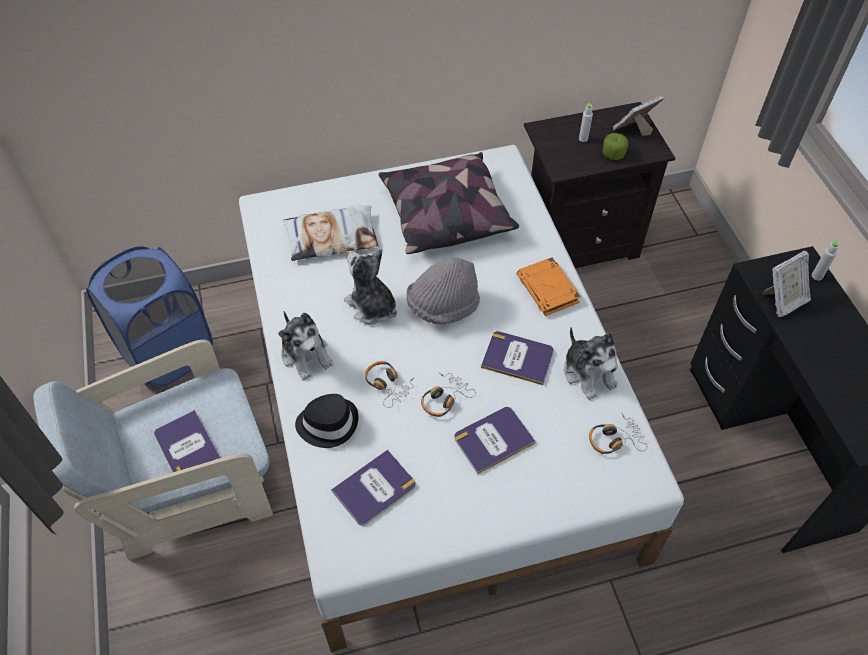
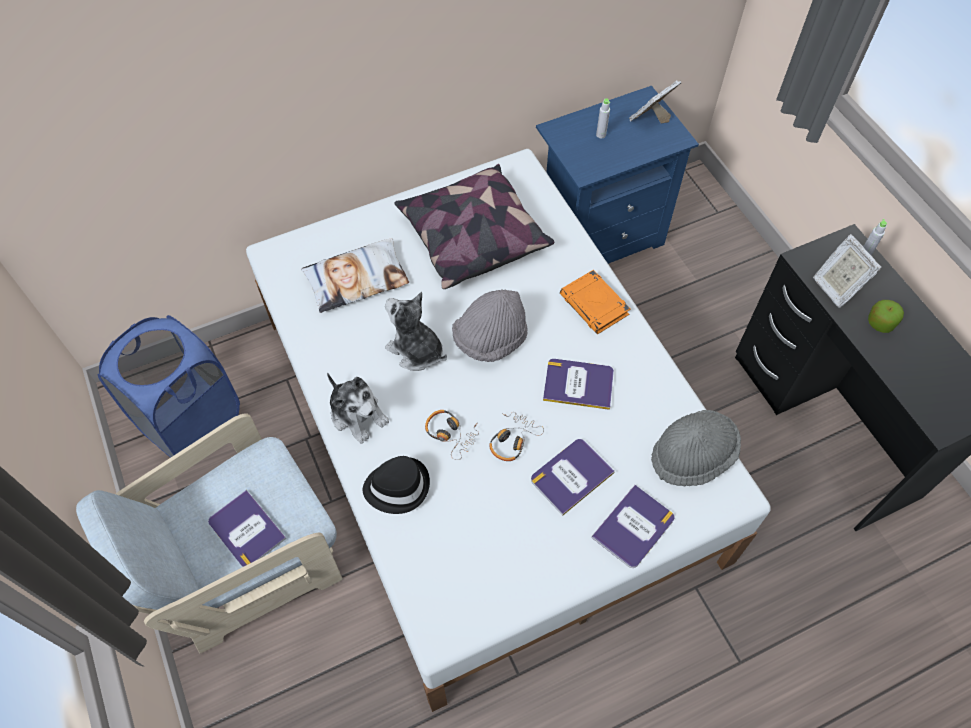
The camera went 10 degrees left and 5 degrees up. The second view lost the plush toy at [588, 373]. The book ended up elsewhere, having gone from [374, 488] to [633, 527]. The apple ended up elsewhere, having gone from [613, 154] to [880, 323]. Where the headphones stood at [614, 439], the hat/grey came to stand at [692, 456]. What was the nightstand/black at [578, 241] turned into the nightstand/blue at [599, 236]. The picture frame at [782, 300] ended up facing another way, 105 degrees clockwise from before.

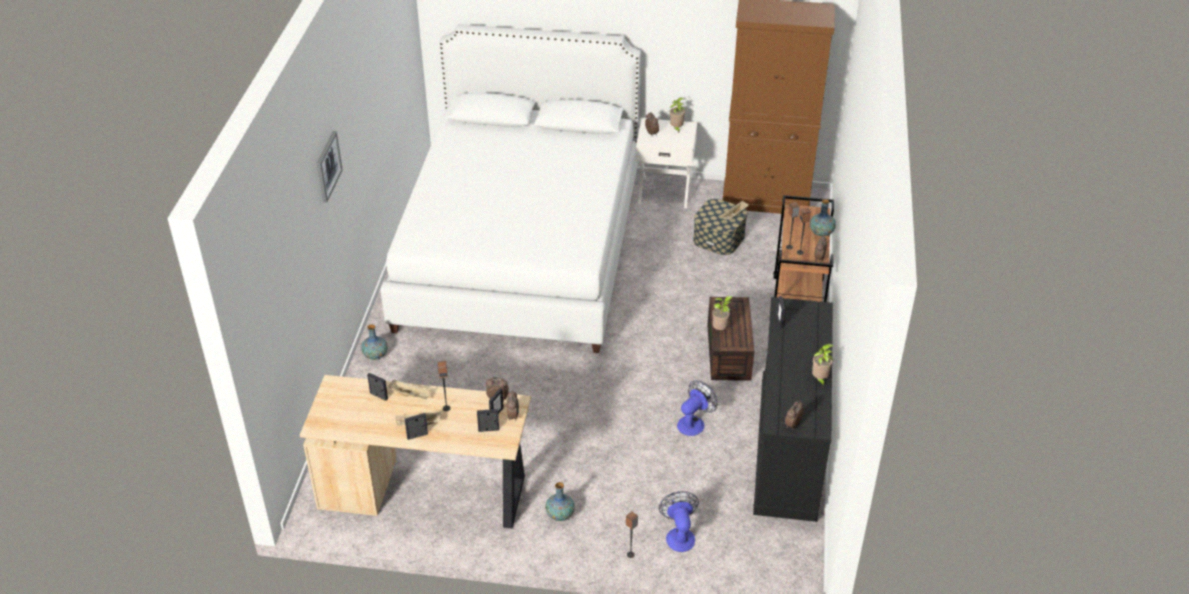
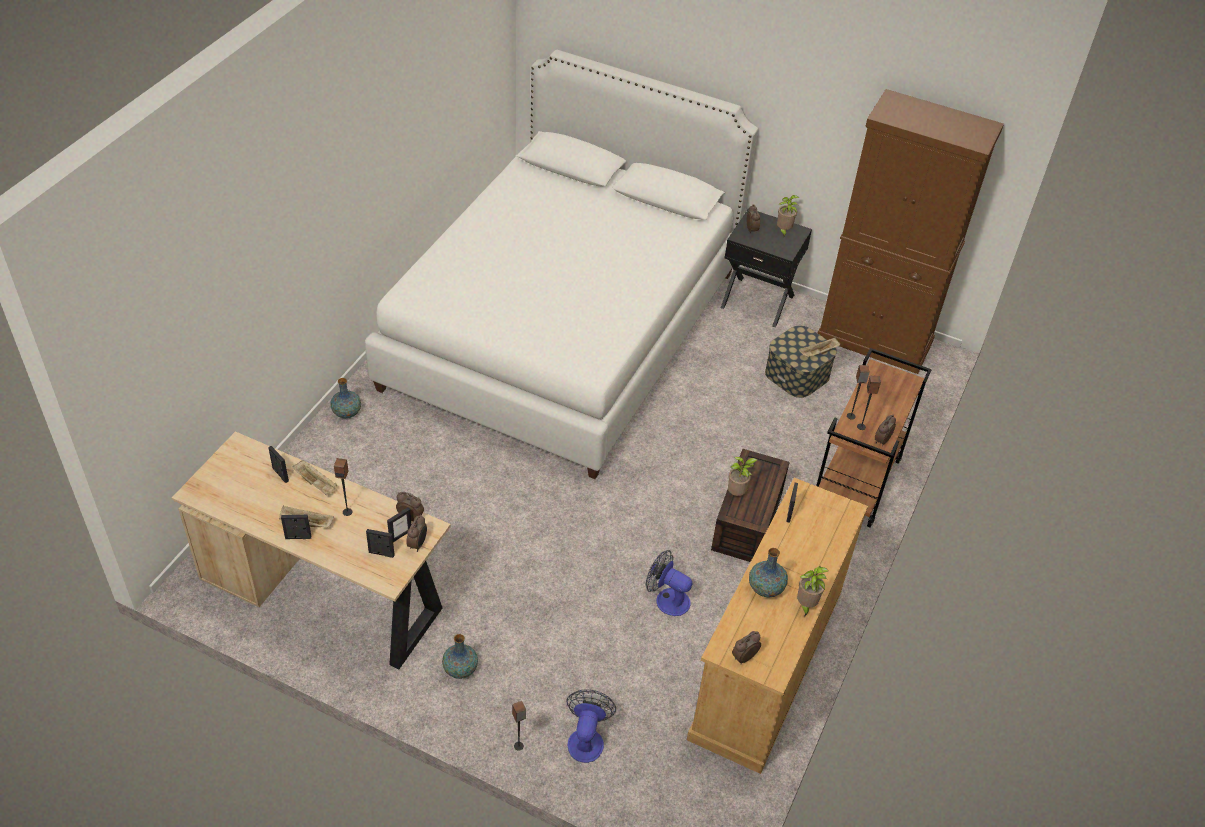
The camera went 15 degrees right and 5 degrees up. The second view lost the picture at [328, 166]. The vase ended up elsewhere, having gone from [821, 232] to [766, 588]. What was the nightstand/white at [664, 191] turned into the nightstand/black at [758, 300]. What was the dresser/black at [788, 447] turned into the dresser/beige at [767, 664]. The fan at [694, 422] ended up facing another way, 120 degrees counterclockwise from before.

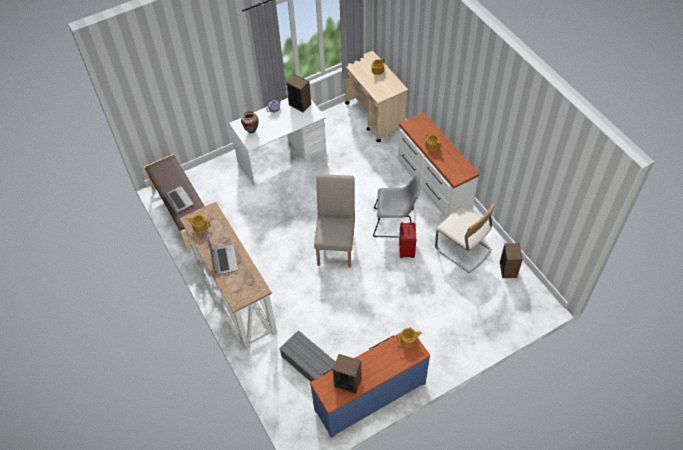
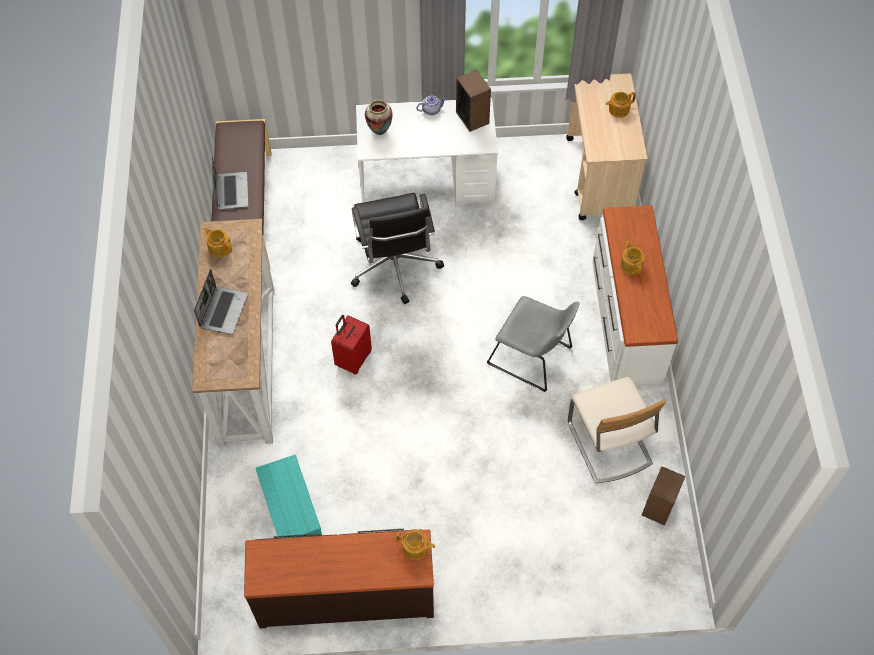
The camera went 25 degrees right and 5 degrees up. The second view lost the chair/beige at [336, 245]. The second view lost the speaker at [347, 382]. The second view gained the office chair/black at [395, 267]. The suitcase/red ended up elsewhere, having gone from [405, 250] to [353, 359]. What was the storage box/grey at [310, 363] turned into the storage box/turquoise at [292, 509]. What was the dresser/blue at [369, 395] turned into the dresser/brown at [346, 594].

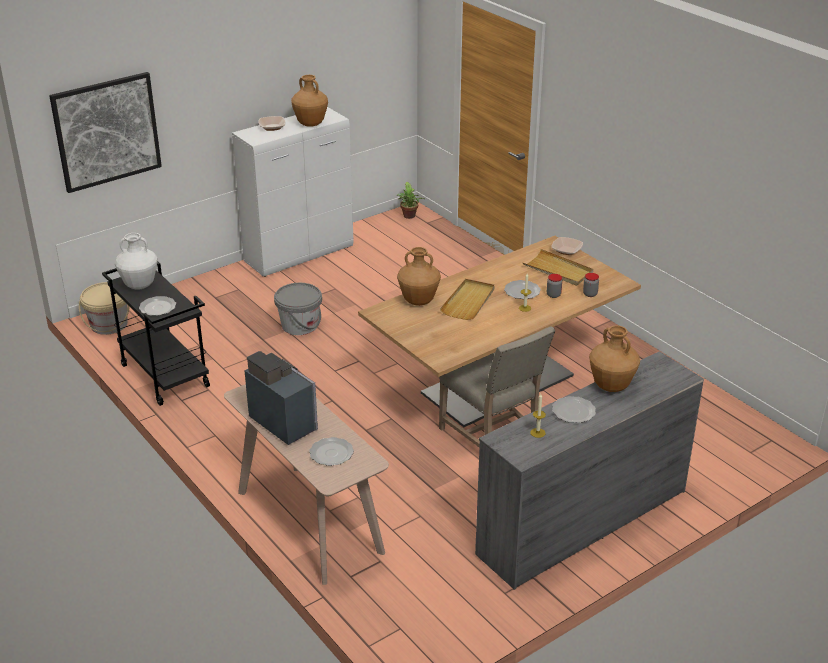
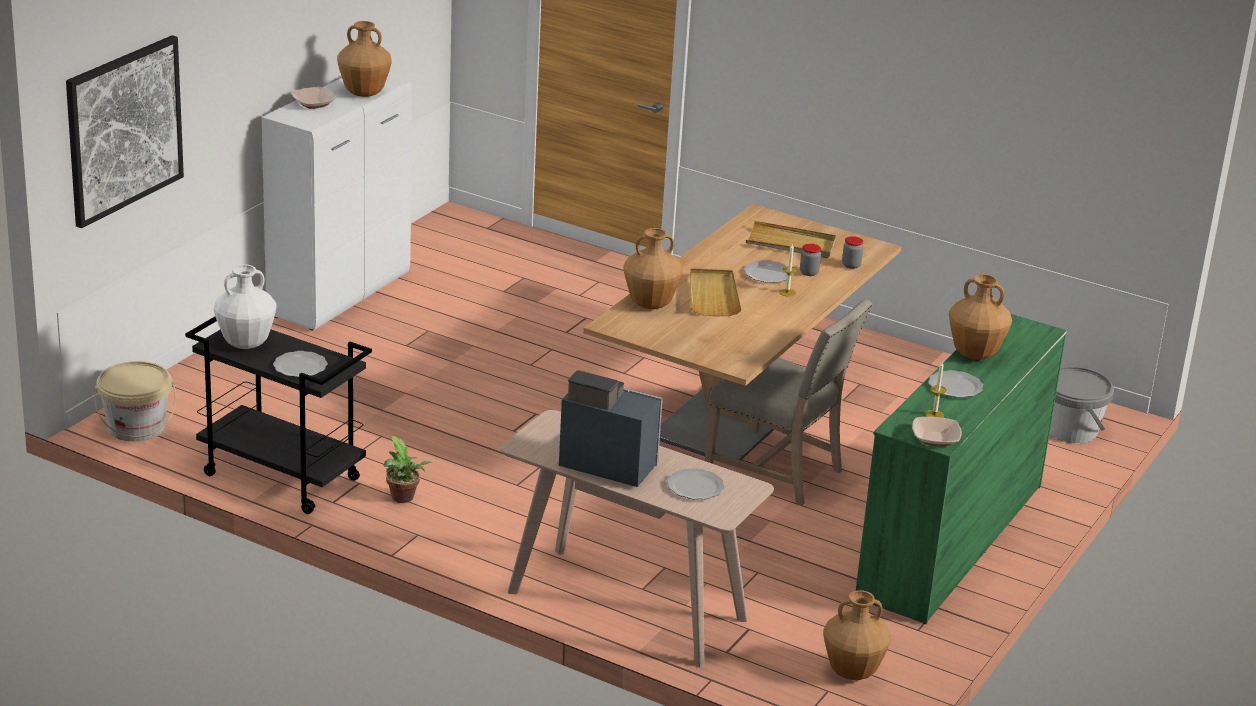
The camera went 25 degrees left and 5 degrees down. The second view gained the vase/brown at [851, 672]. The bucket/grey ended up elsewhere, having gone from [300, 325] to [1070, 430]. The potted plant ended up elsewhere, having gone from [409, 216] to [404, 499]. The bowl ended up elsewhere, having gone from [566, 250] to [935, 439]. What was the dresser/grey at [581, 522] turned into the dresser/green at [949, 540].

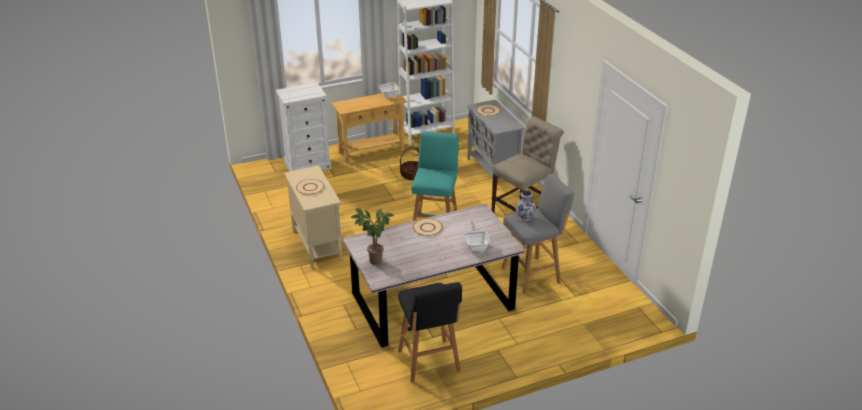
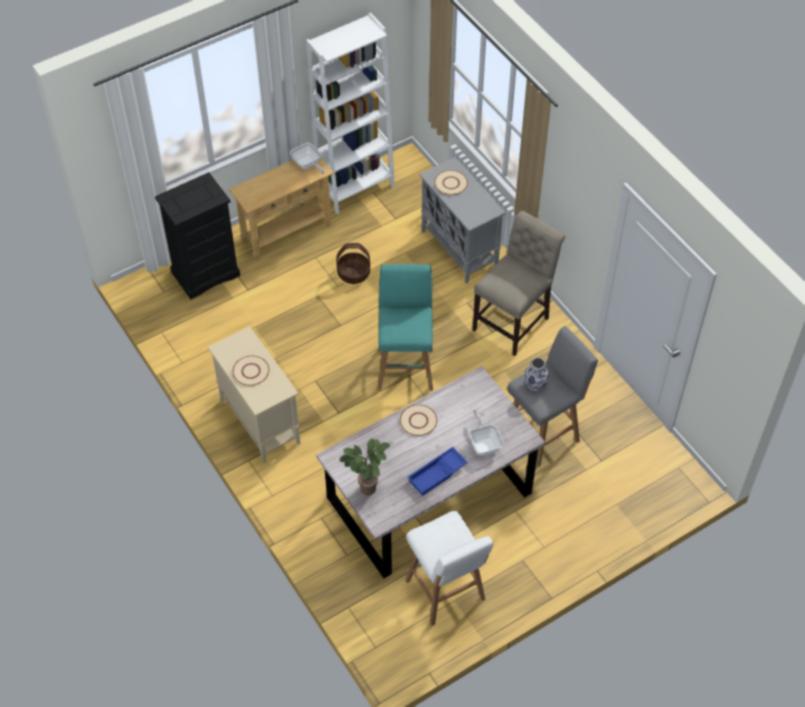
The camera went 10 degrees left and 20 degrees up. The second view gained the tray/blue at [437, 474]. What was the dresser/white at [308, 165] turned into the dresser/black at [206, 273]. What was the stool/black at [429, 362] turned into the stool/white at [446, 592].

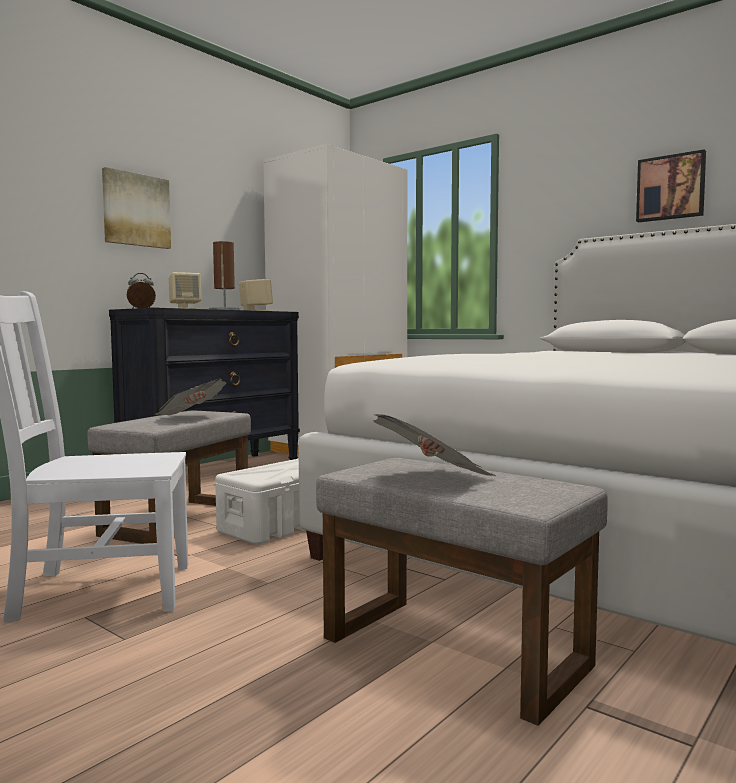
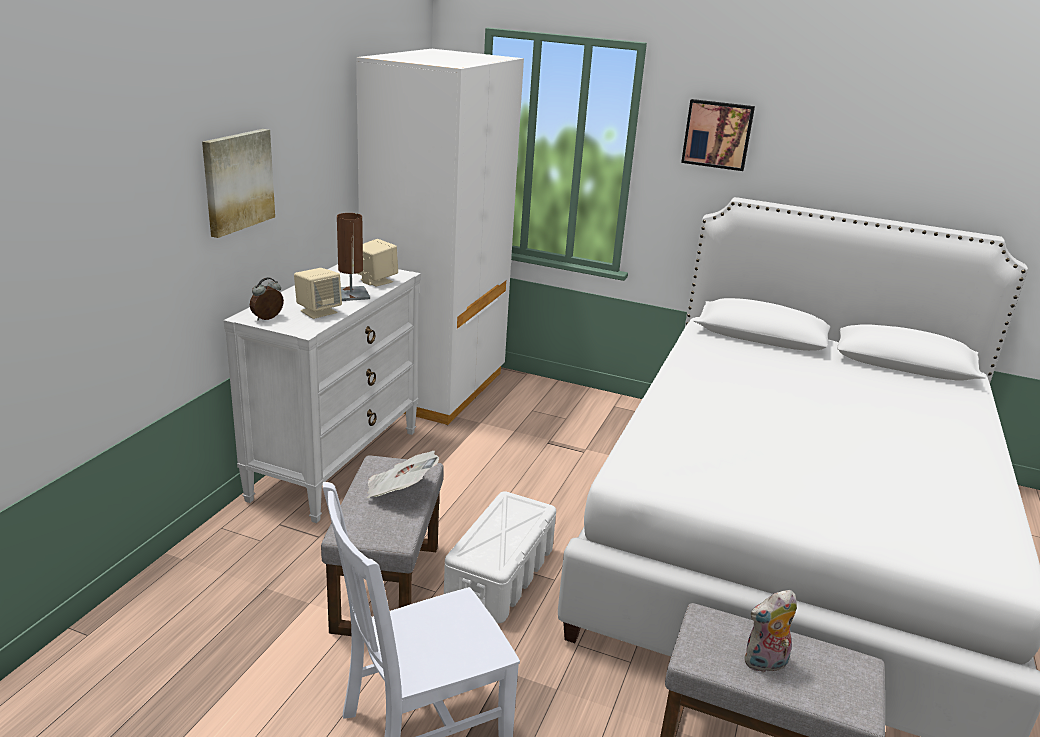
The camera went 20 degrees left and 20 degrees up. The picture ended up elsewhere, having gone from [671, 187] to [717, 134]. Where the newspaper stood at [434, 479], the plush toy came to stand at [765, 664]. What was the dresser/black at [214, 471] turned into the dresser/white at [336, 463].

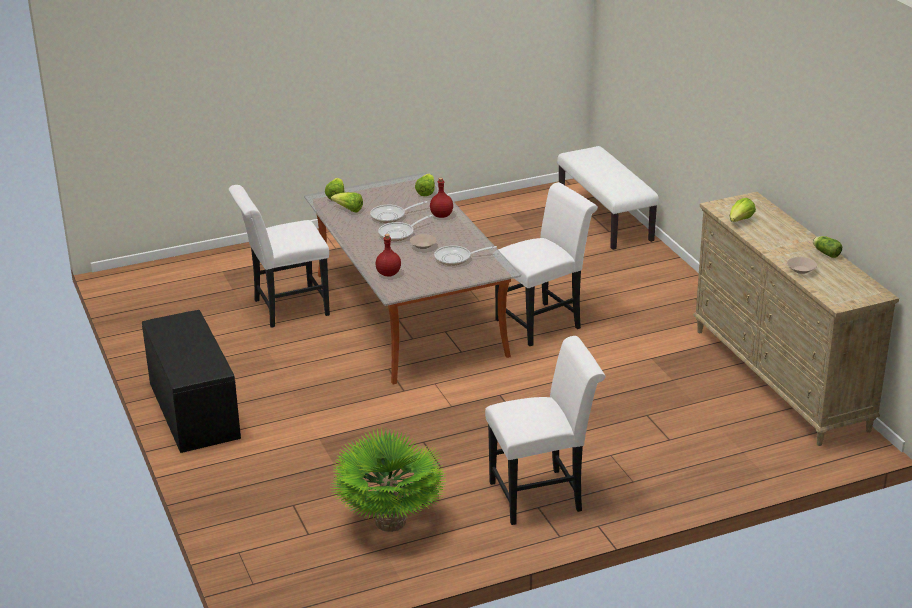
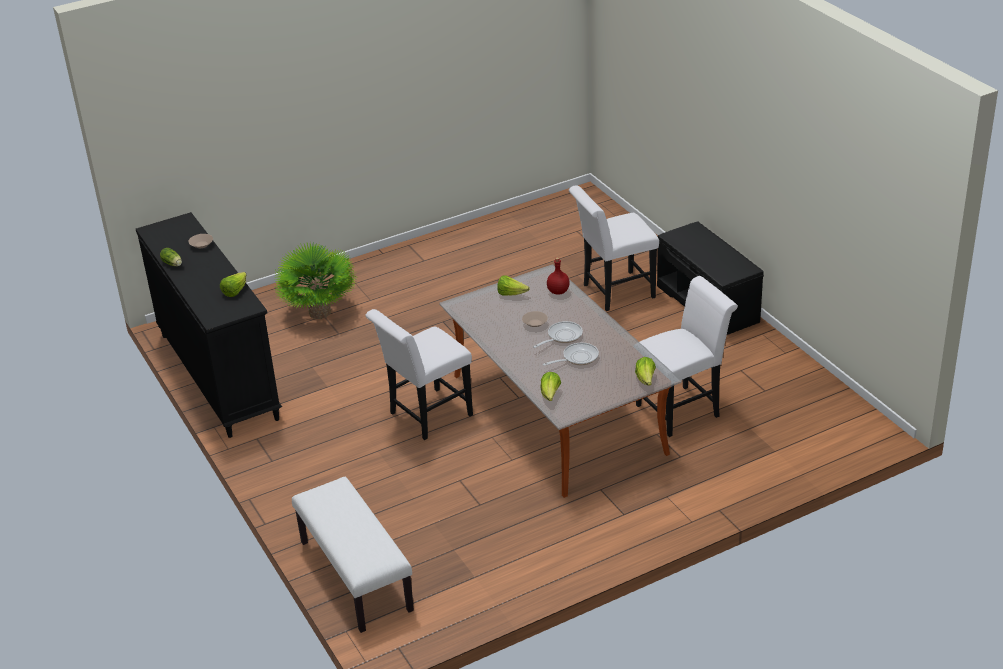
The camera went 175 degrees right and 5 degrees up. The second view lost the bottle/red at [441, 215]. The second view lost the frying pan at [456, 258]. The potted plant ended up elsewhere, having gone from [391, 522] to [319, 312]. The lettuce ended up elsewhere, having gone from [349, 210] to [511, 294]. The chair/white ended up elsewhere, having gone from [542, 495] to [613, 292]. What was the dresser/beige at [780, 379] turned into the dresser/black at [218, 376].

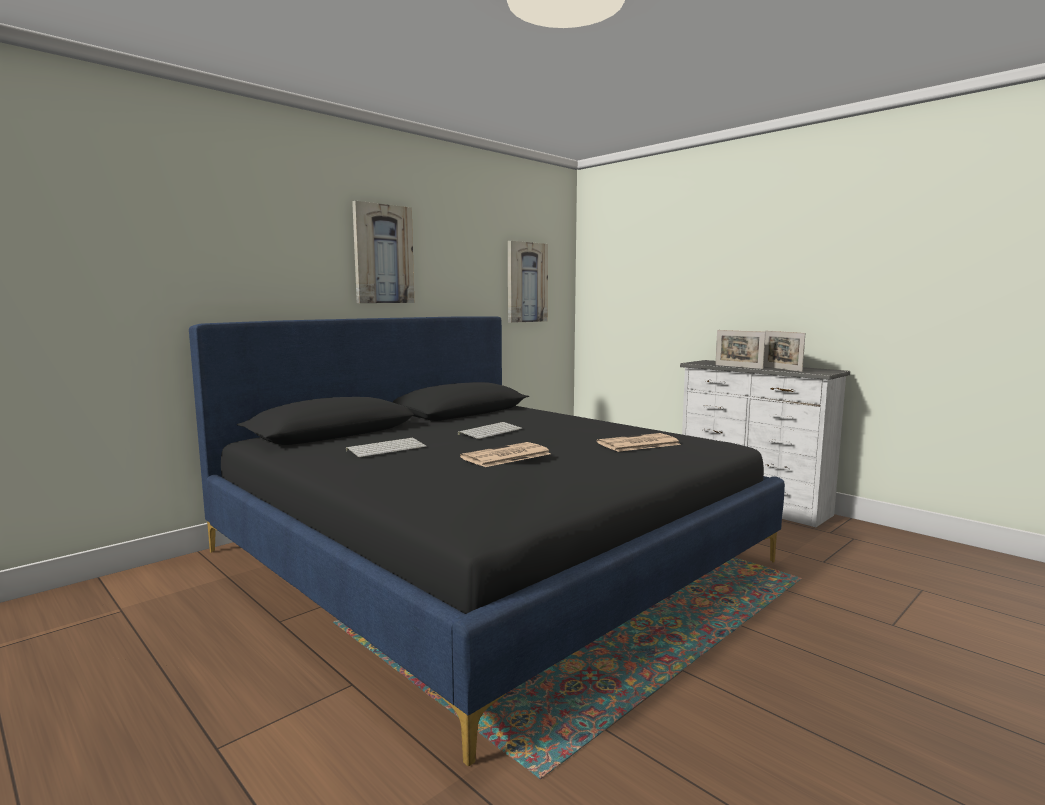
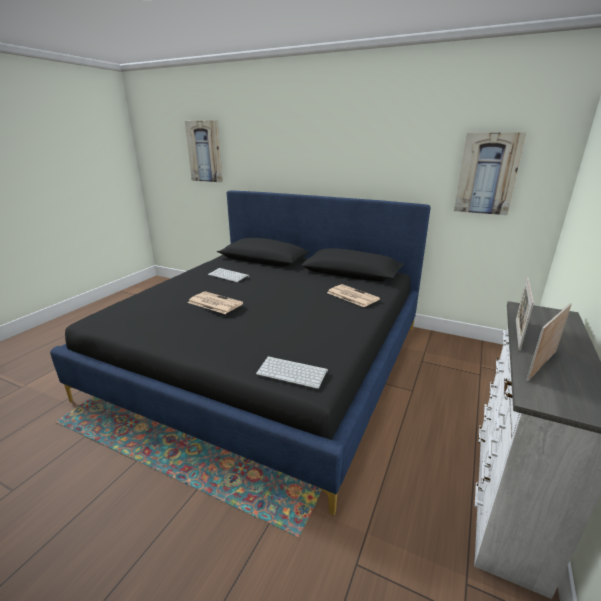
The camera went 70 degrees right and 15 degrees up. The picture ended up elsewhere, having gone from [383, 254] to [205, 151]. The keyboard ended up elsewhere, having gone from [490, 431] to [293, 372]. The newspaper ended up elsewhere, having gone from [638, 444] to [351, 296].

